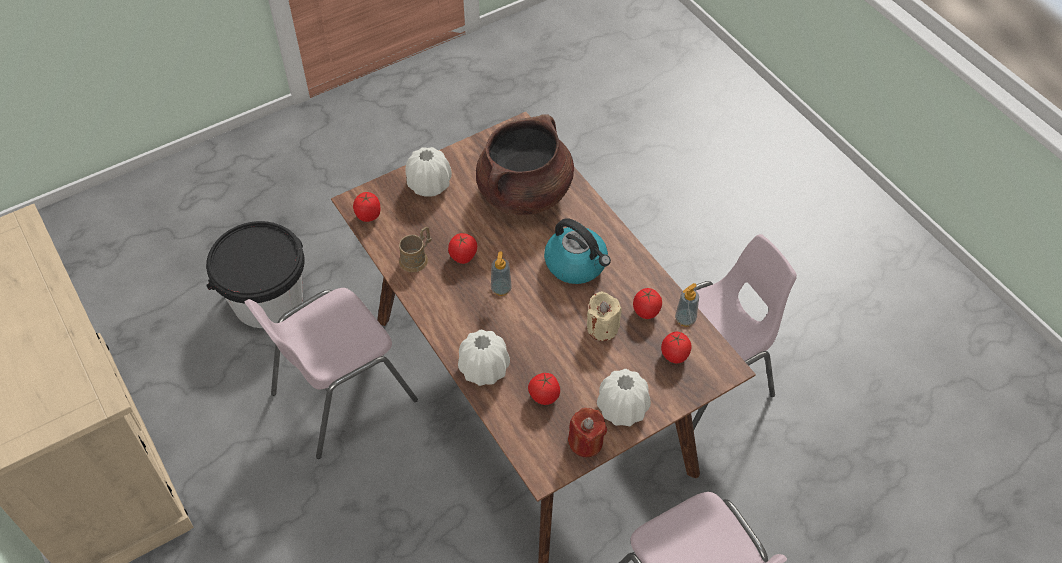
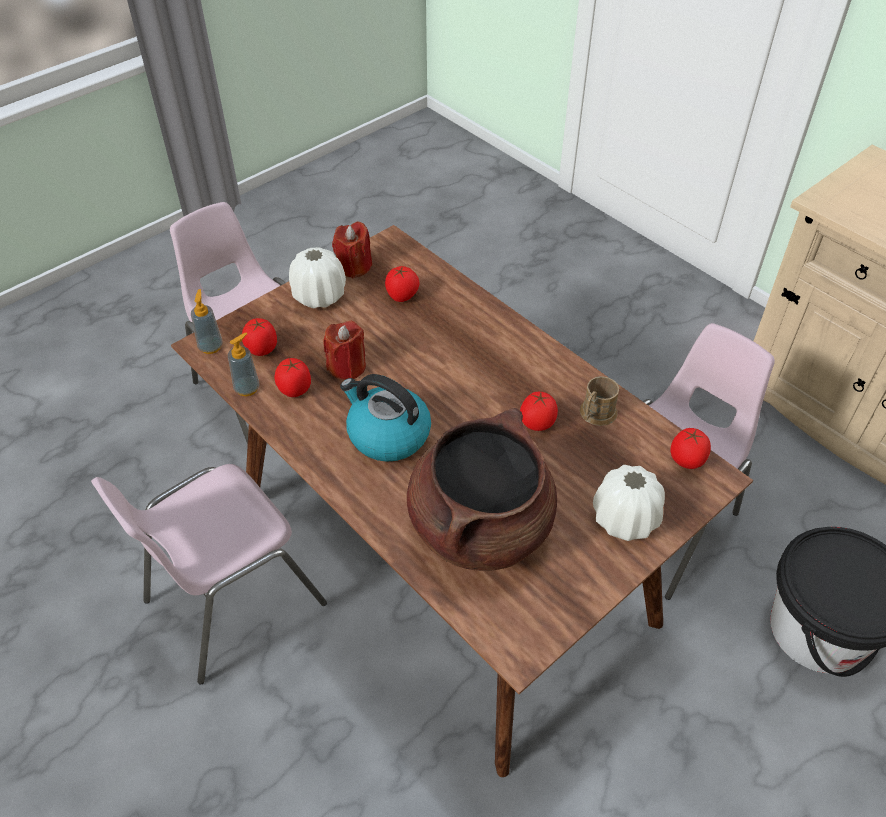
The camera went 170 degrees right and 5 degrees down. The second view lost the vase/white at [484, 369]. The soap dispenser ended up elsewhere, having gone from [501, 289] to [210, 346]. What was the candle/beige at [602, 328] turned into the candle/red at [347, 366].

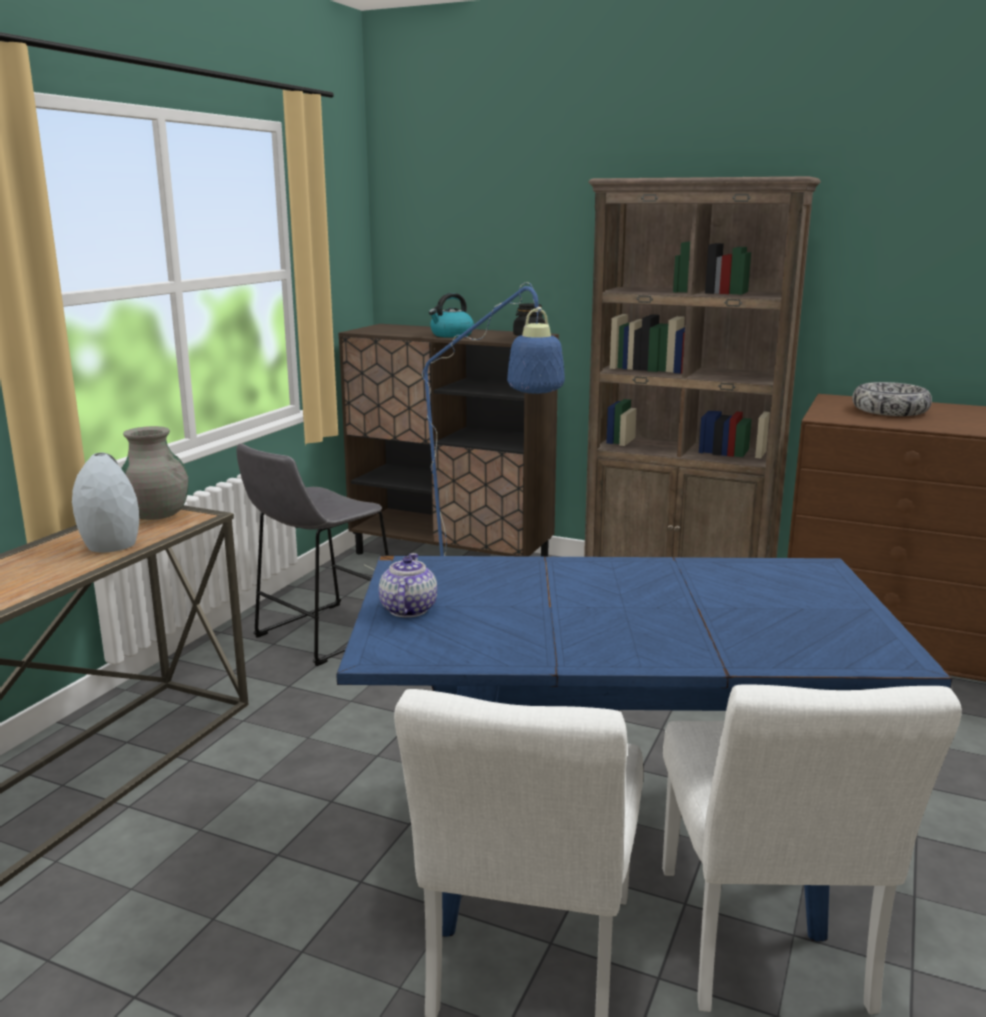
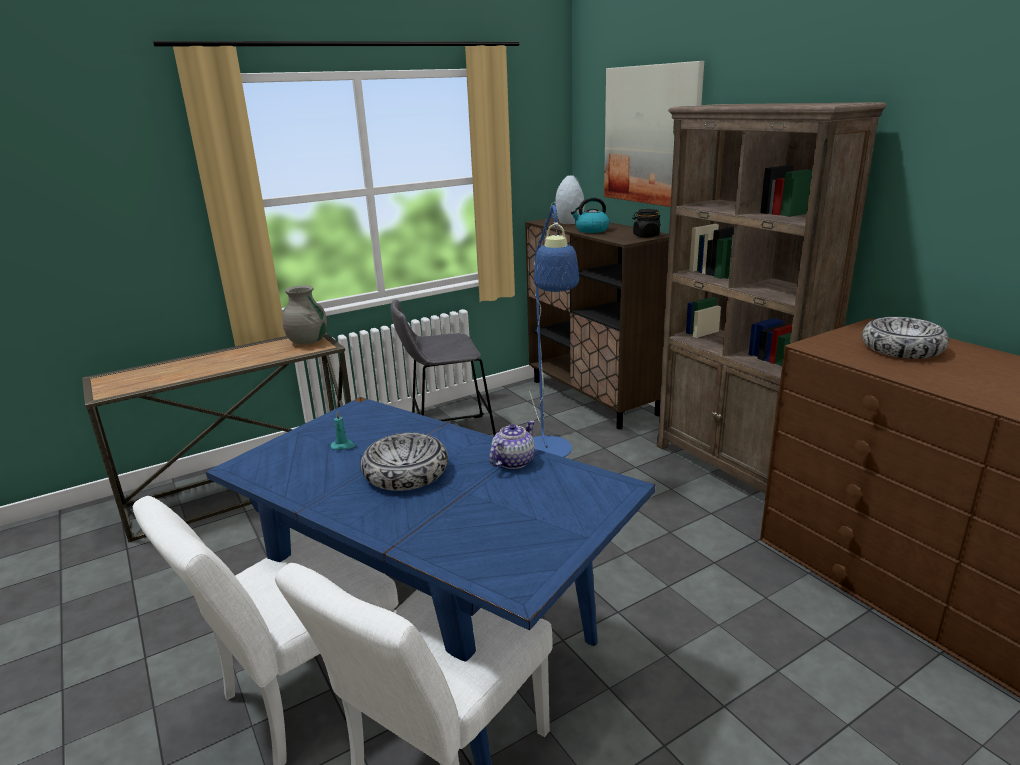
The camera went 35 degrees right and 5 degrees up. The second view gained the candle/turquoise at [343, 446]. The second view gained the bowl at [406, 473]. The second view gained the picture at [651, 136]. The vase/grey ended up elsewhere, having gone from [110, 545] to [569, 222]. The teapot ended up elsewhere, having gone from [407, 610] to [512, 462].

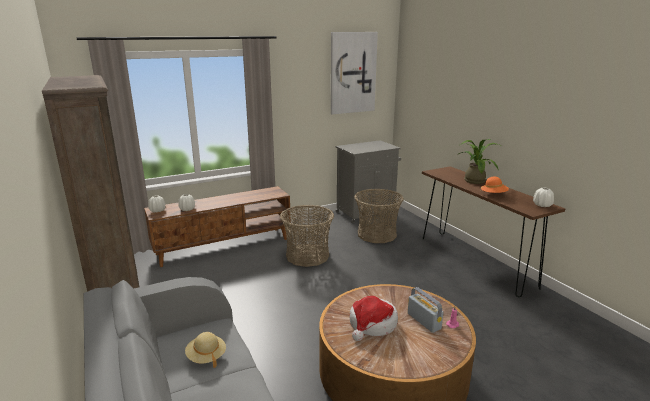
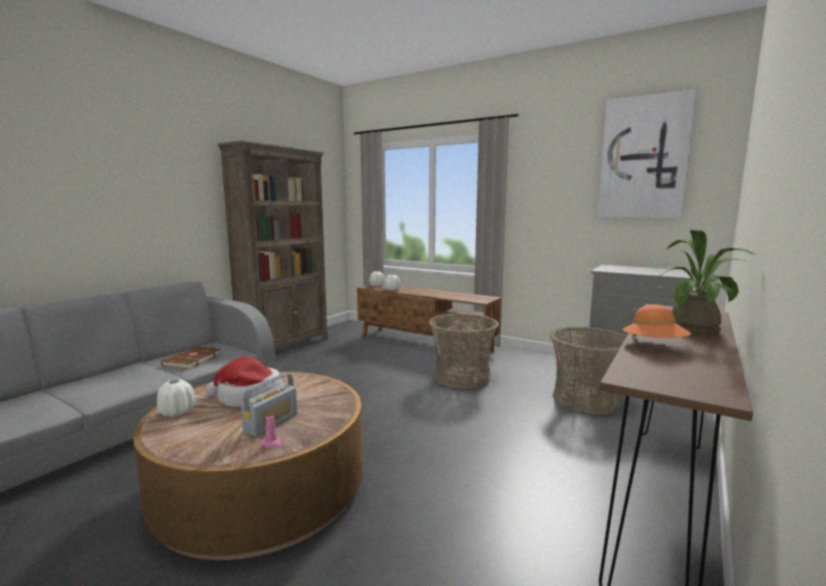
The camera went 60 degrees right and 10 degrees down. The vase/white ended up elsewhere, having gone from [542, 205] to [177, 412]. Where the hat/beige stood at [206, 356], the book/brown came to stand at [191, 360].

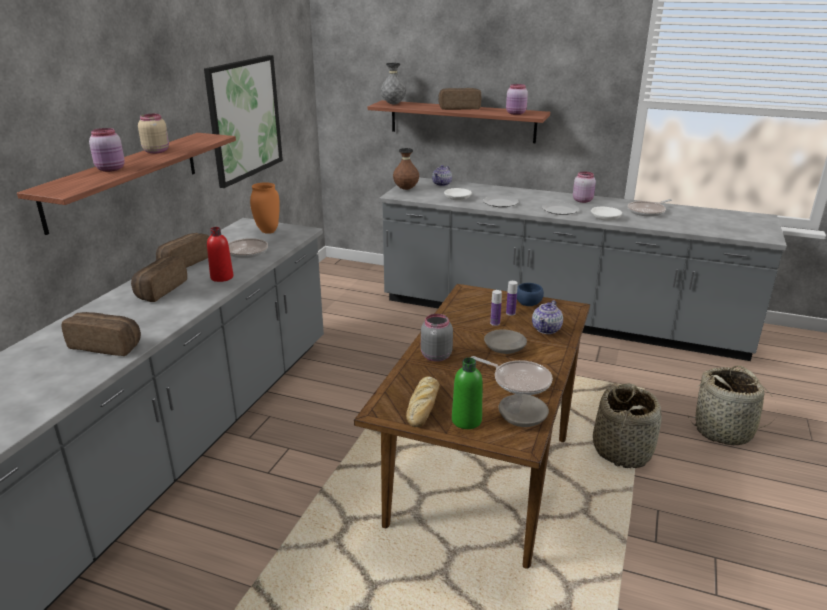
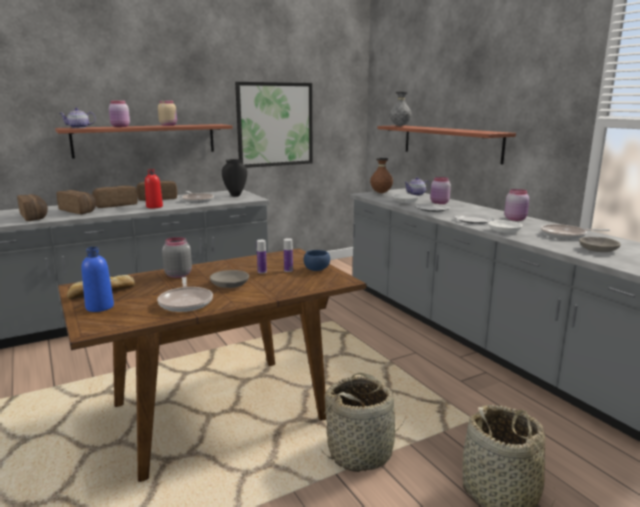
The camera went 40 degrees right and 10 degrees down. The bread ended up elsewhere, having gone from [459, 108] to [79, 211]. The bowl/grey ended up elsewhere, having gone from [522, 417] to [598, 249]. The jar/pink ended up elsewhere, having gone from [516, 113] to [439, 203]. The teapot ended up elsewhere, having gone from [547, 329] to [79, 127]. What was the vase/orange at [267, 231] turned into the vase/black at [235, 195]. What was the bottle/green at [466, 420] turned into the bottle/blue at [100, 307].

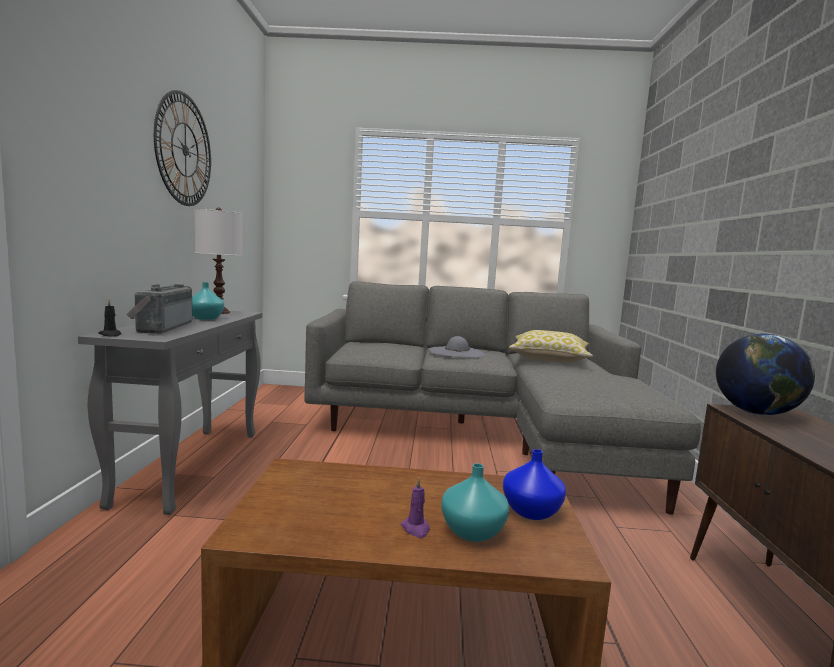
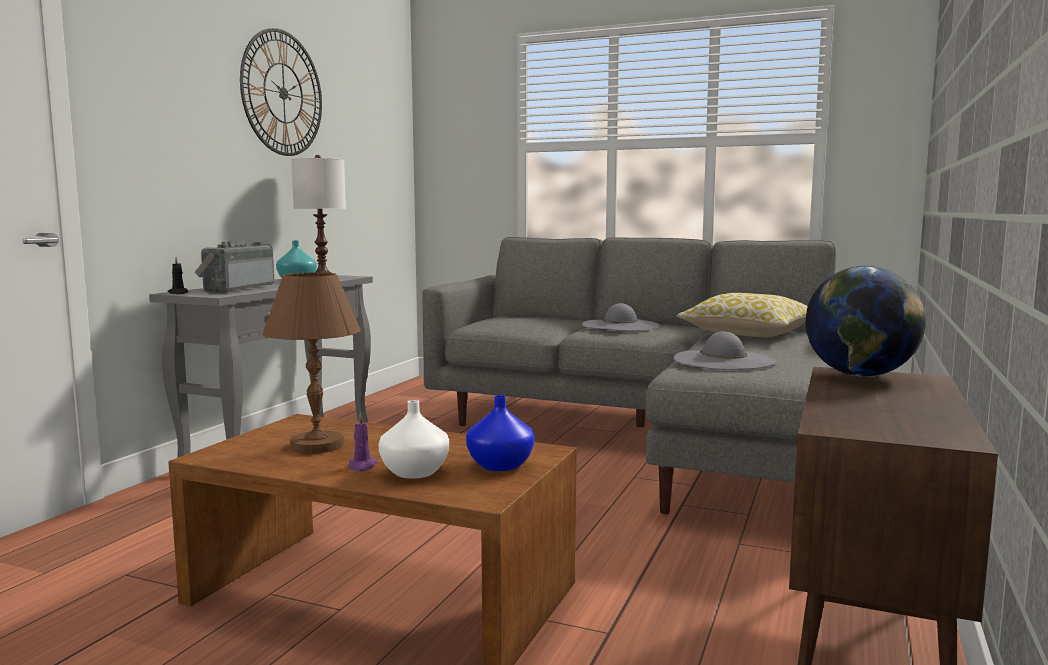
The camera went 20 degrees right and 0 degrees up. The second view gained the table lamp/brown at [316, 445]. The second view gained the hat/grey at [724, 360]. What was the vase/turquoise at [474, 531] turned into the vase/white at [416, 472].

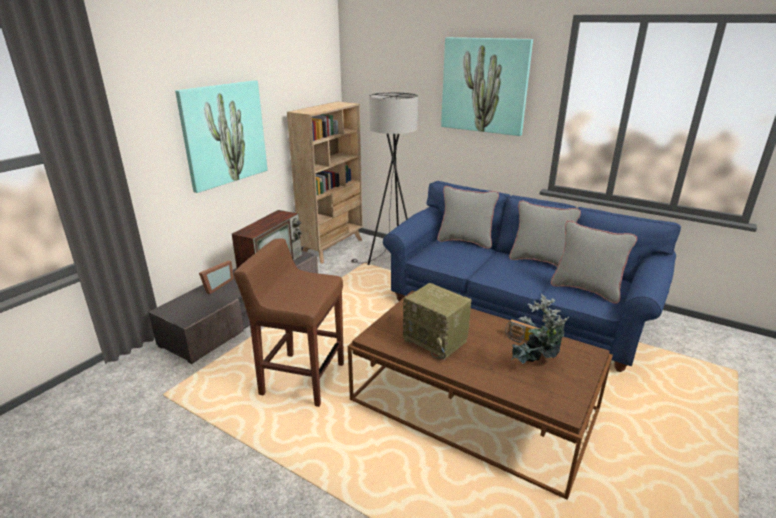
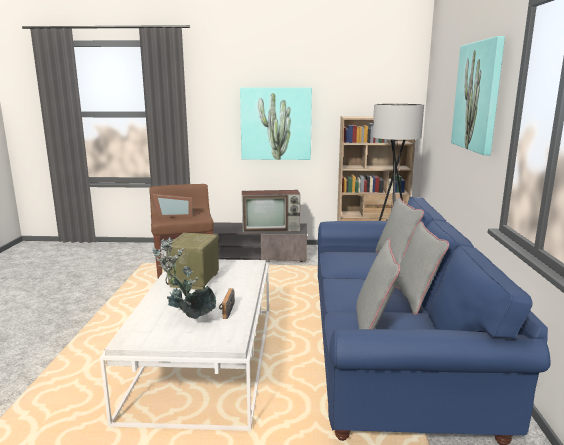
The camera went 60 degrees right and 10 degrees down. The picture frame ended up elsewhere, having gone from [216, 286] to [174, 215]. What was the coffee table/brown at [474, 405] turned into the coffee table/white at [205, 359].

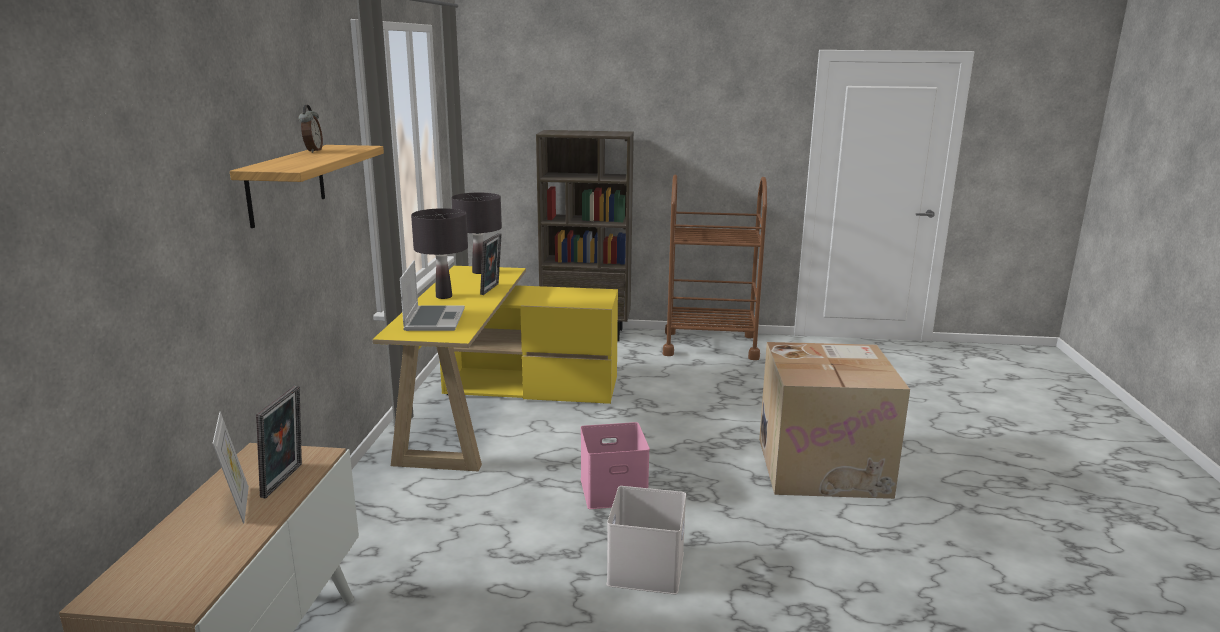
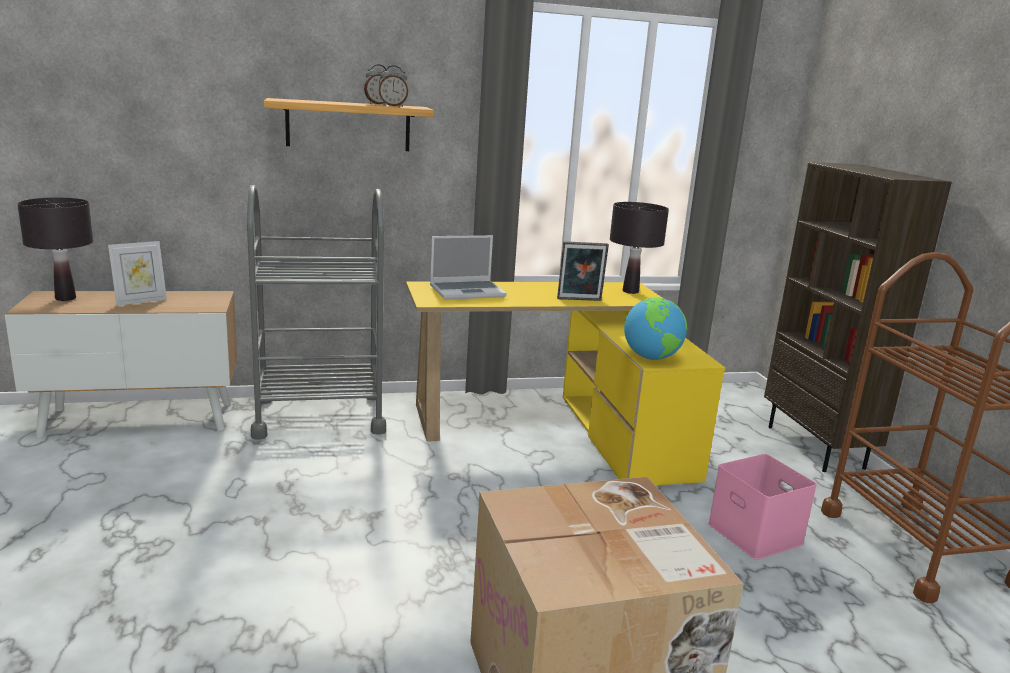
The camera went 70 degrees right and 0 degrees up. The second view lost the picture frame at [285, 481]. The second view lost the storage box/white at [644, 567]. The second view gained the cart/grey at [319, 416]. The second view gained the alarm clock at [393, 106]. The second view gained the globe at [651, 358]. The table lamp/black ended up elsewhere, having gone from [444, 296] to [65, 298]. The storage box/pink ended up elsewhere, having gone from [614, 490] to [757, 534].

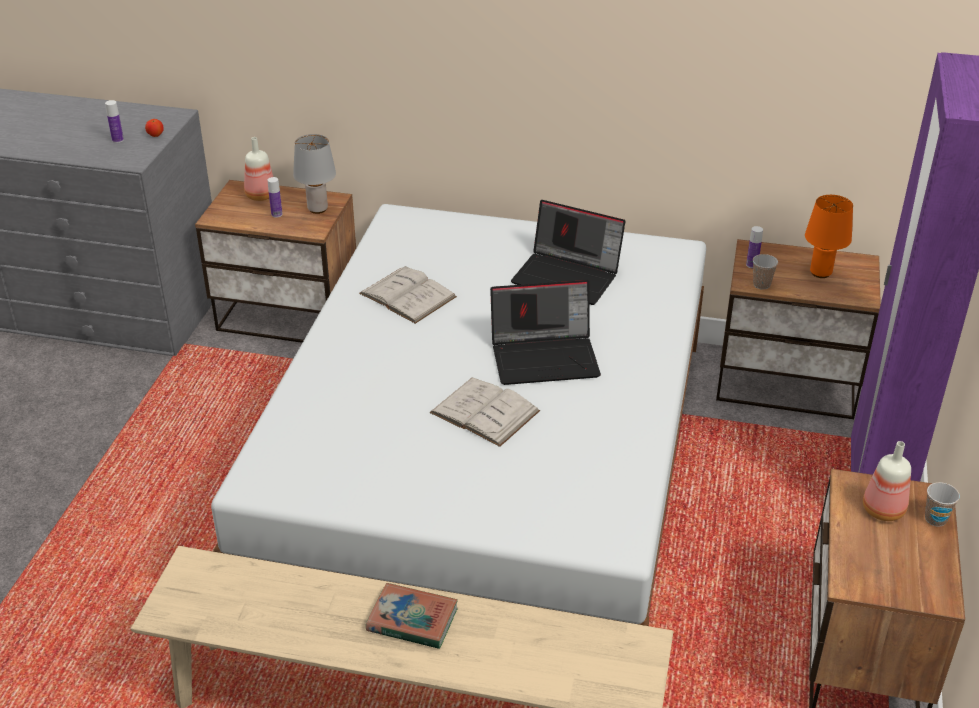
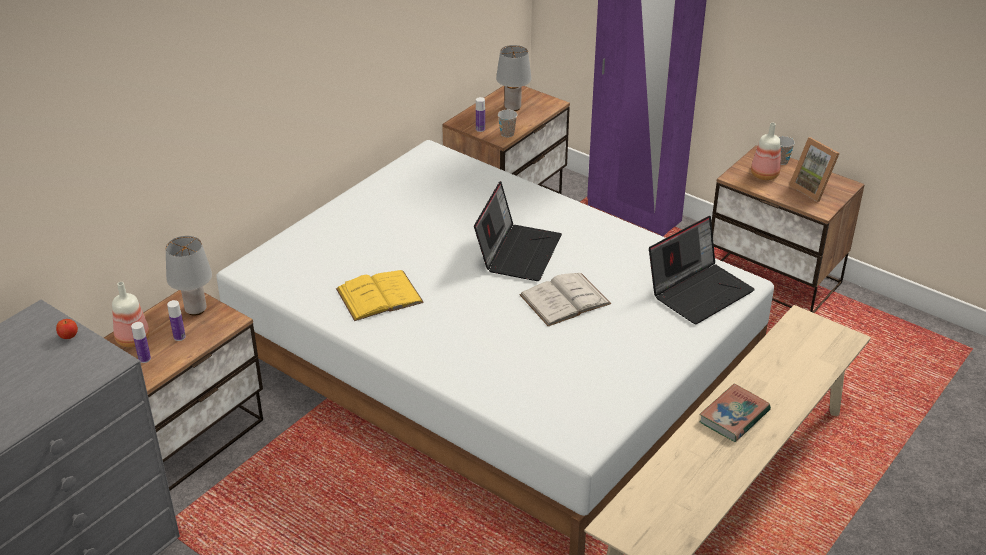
The camera went 65 degrees left and 0 degrees up. The second view gained the picture frame at [813, 189]. The bottle ended up elsewhere, having gone from [118, 140] to [144, 359]. The laptop ended up elsewhere, having gone from [568, 276] to [699, 291]. What was the book/white at [407, 295] turned into the book/yellow at [379, 295]. What was the table lamp/orange at [821, 273] turned into the table lamp/grey at [512, 107].

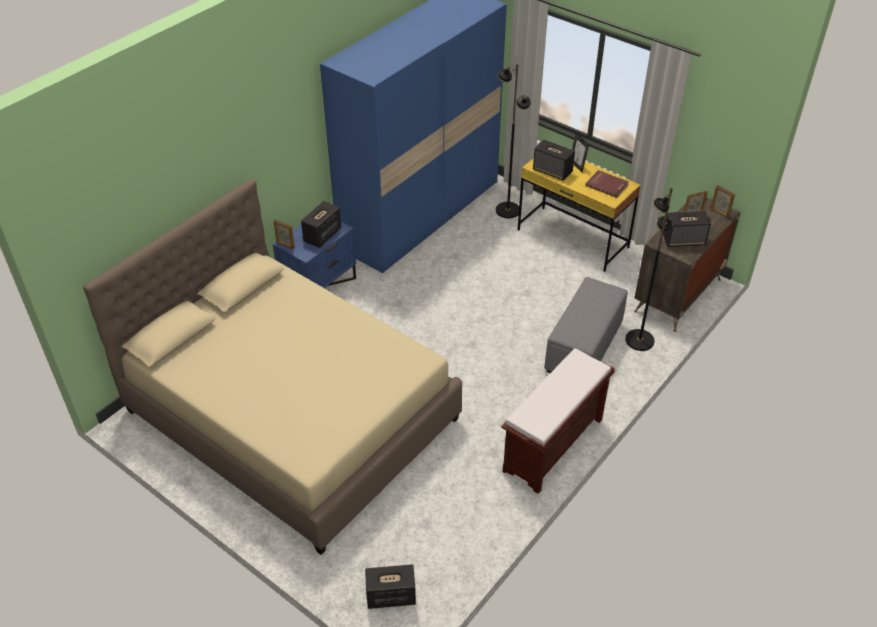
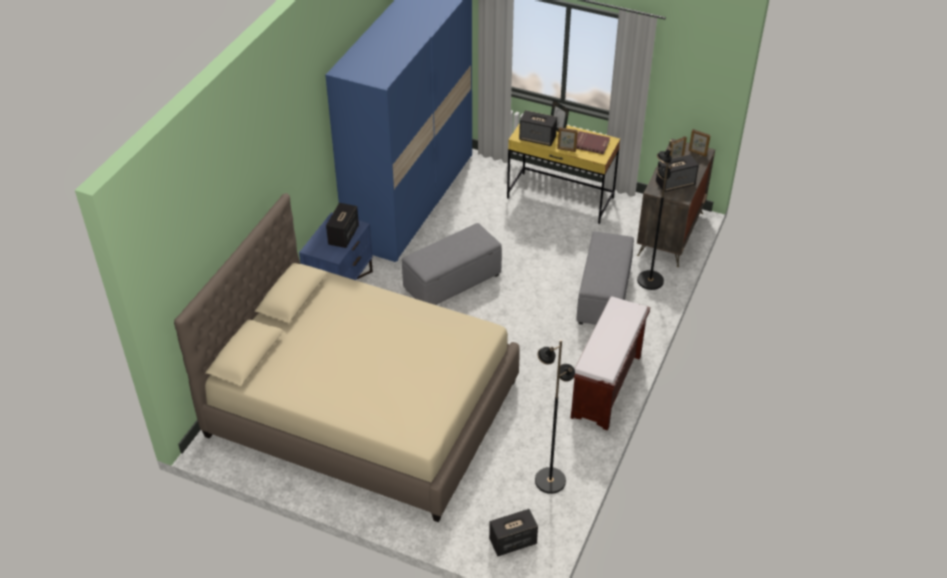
The camera went 15 degrees left and 0 degrees up. The second view gained the ottoman/grey at [452, 283]. The picture frame ended up elsewhere, having gone from [285, 245] to [566, 150]. The floor lamp/black ended up elsewhere, having gone from [507, 210] to [549, 480].

